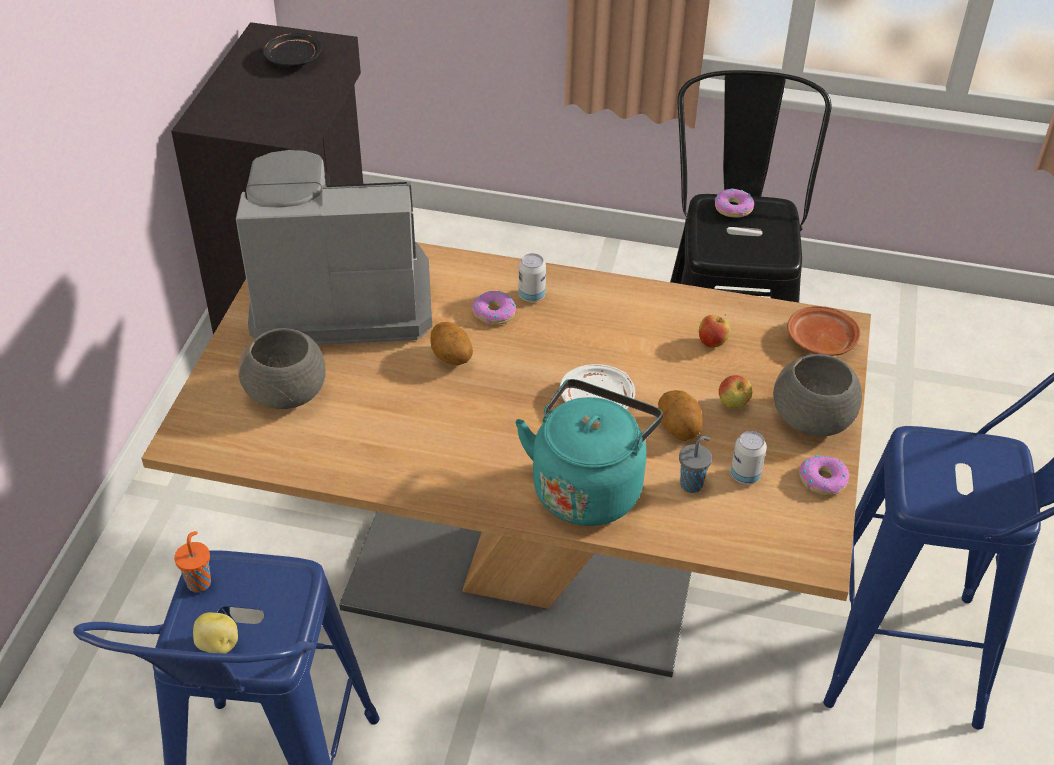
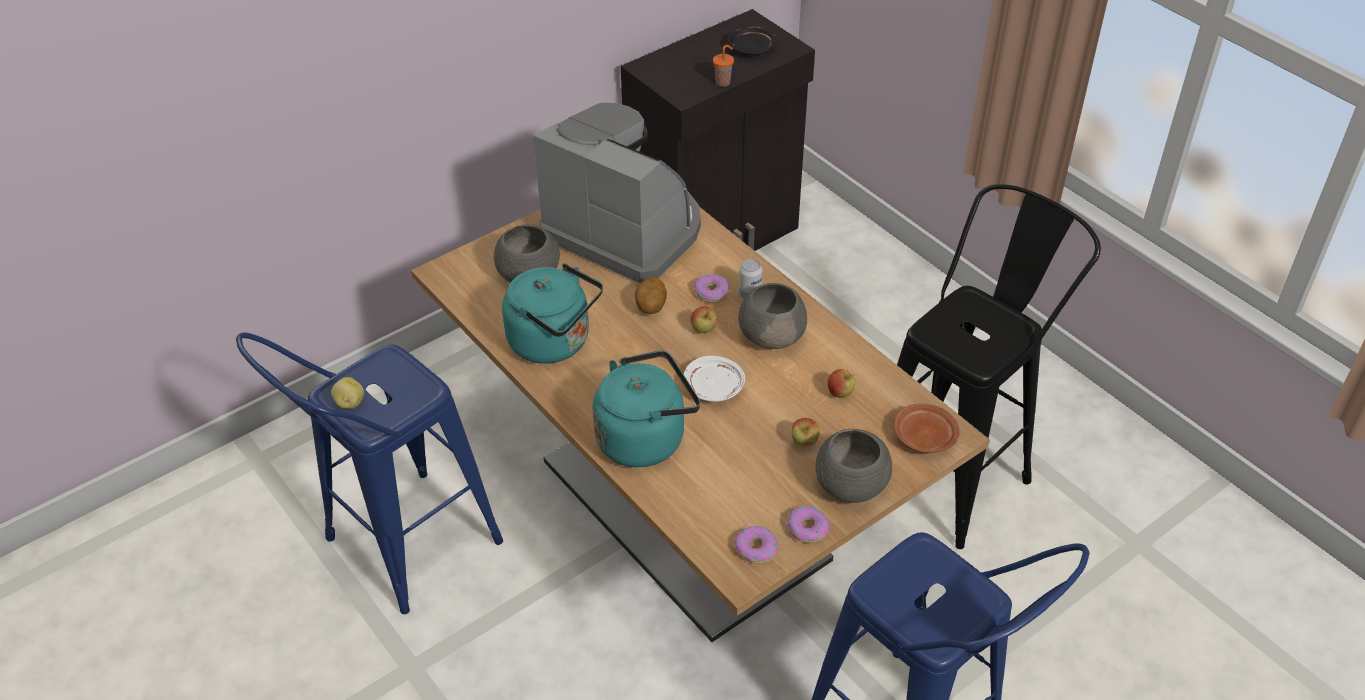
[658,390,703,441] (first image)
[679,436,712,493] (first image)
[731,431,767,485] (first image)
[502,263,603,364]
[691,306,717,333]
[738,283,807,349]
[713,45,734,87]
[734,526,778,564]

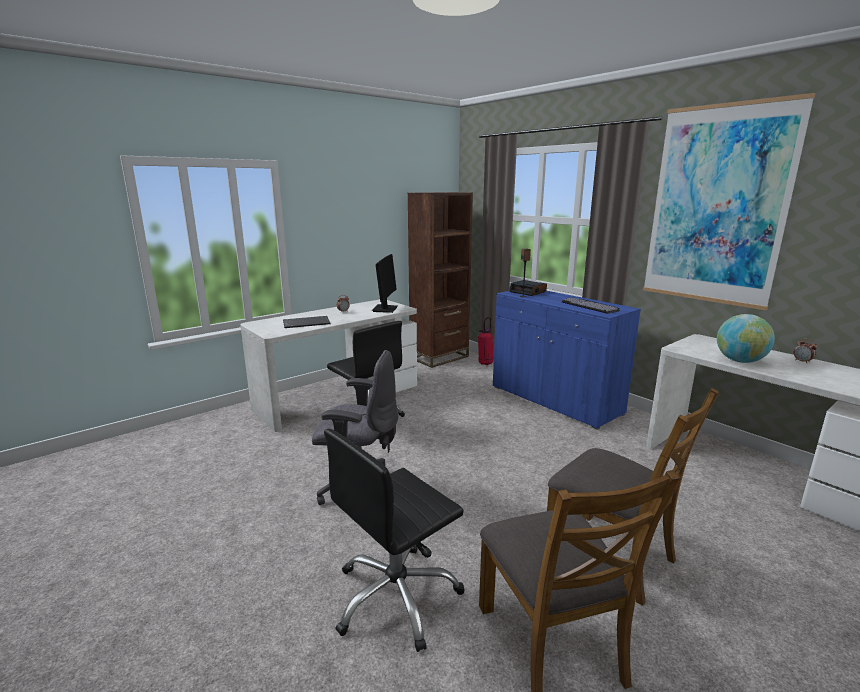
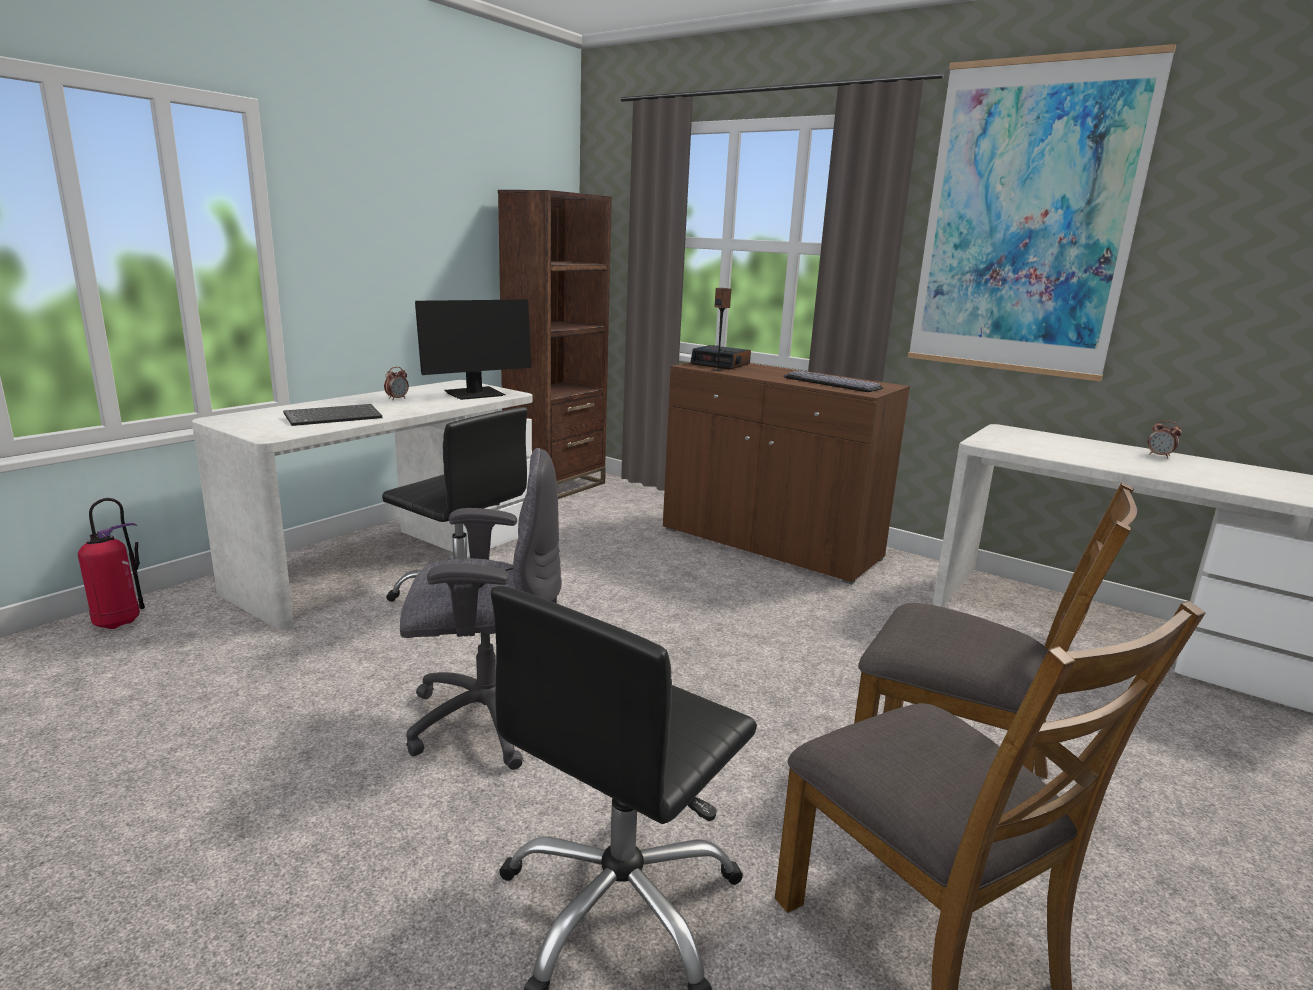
[717,314,775,363] (first image)
[78,498,145,629]
[663,363,910,585]
[415,299,532,400]

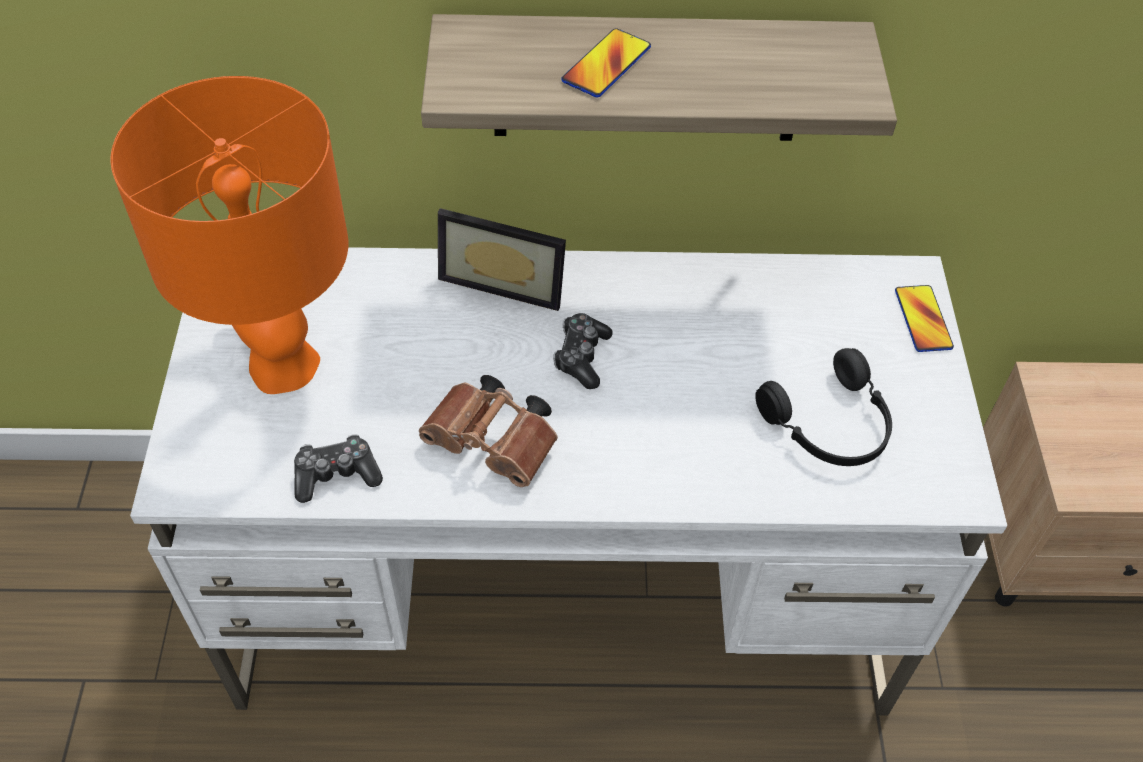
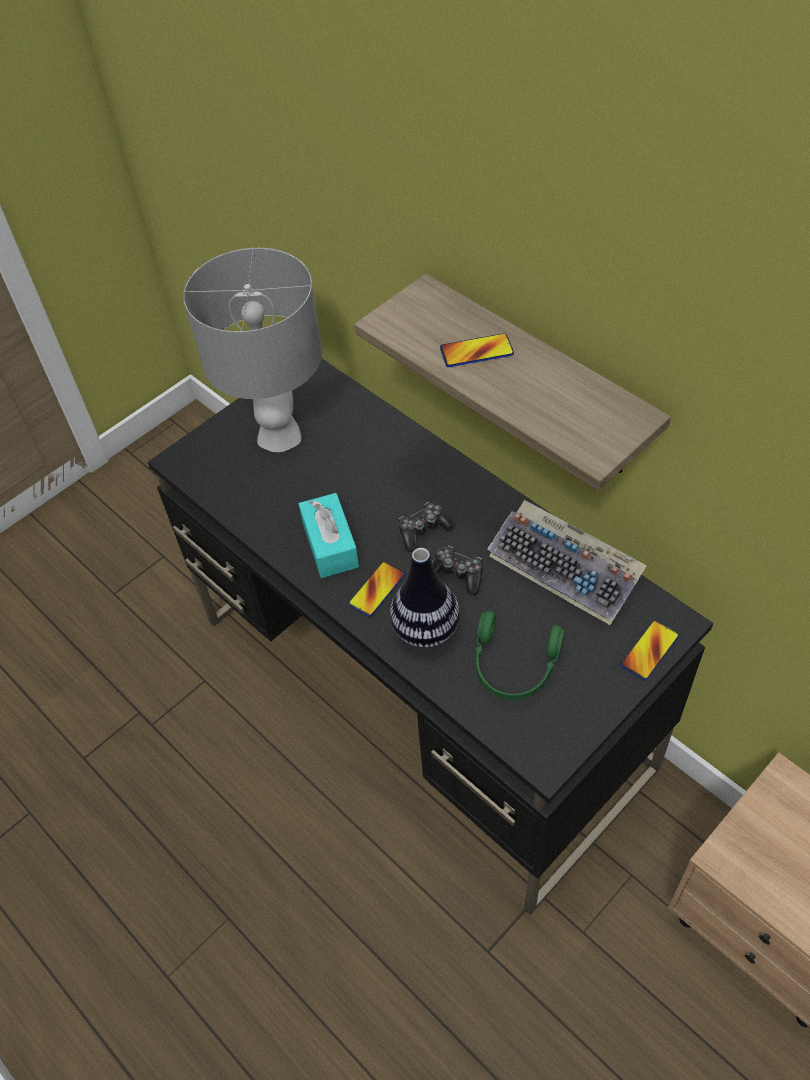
[438,208,566,311] (first image)
[348,561,406,617]
[390,548,460,648]
[487,500,647,625]
[432,546,482,595]
[299,493,359,578]
[183,248,322,452]
[147,359,713,915]
[476,611,565,700]

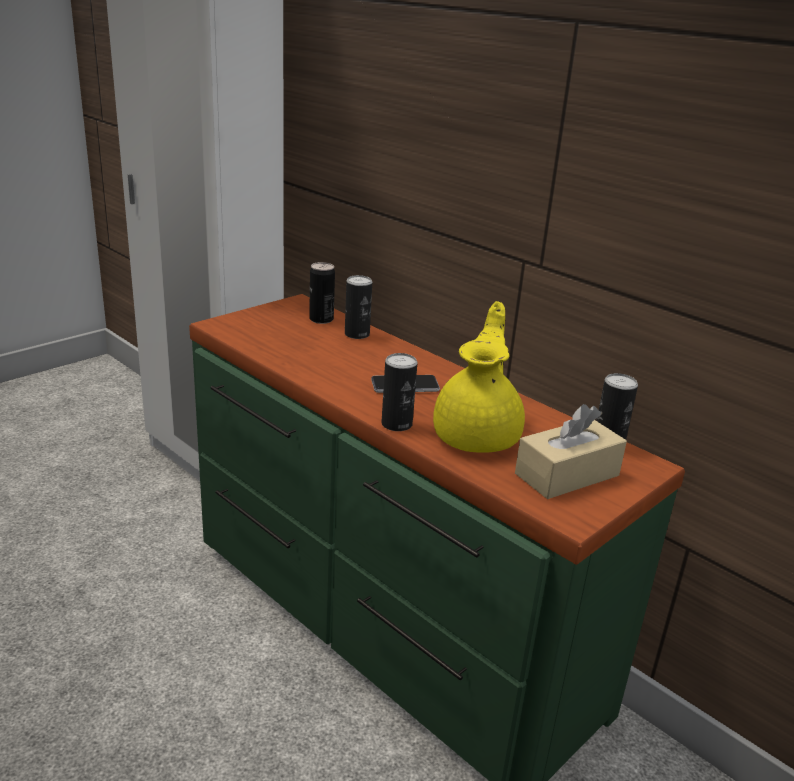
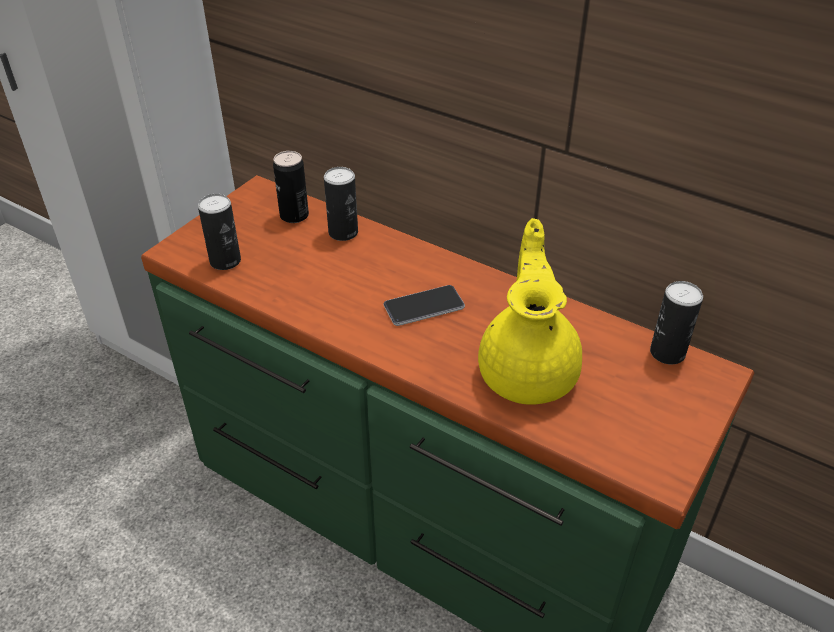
[515,404,627,499] (first image)
[198,194,241,270]

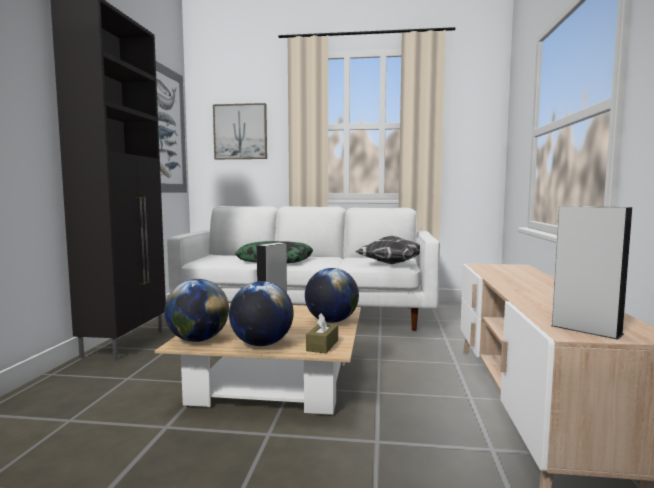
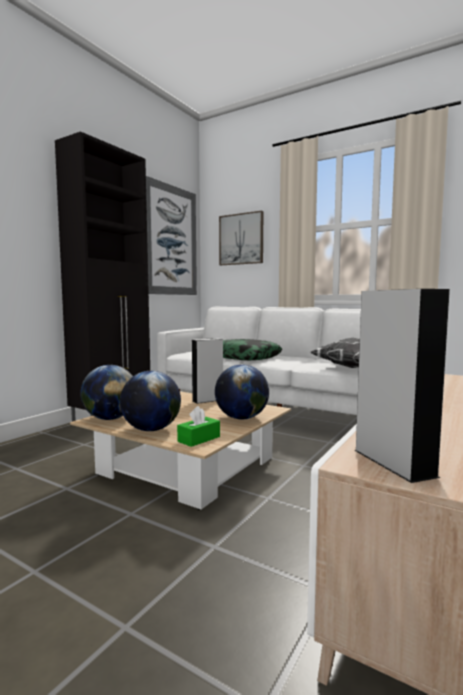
[177,406,220,447]

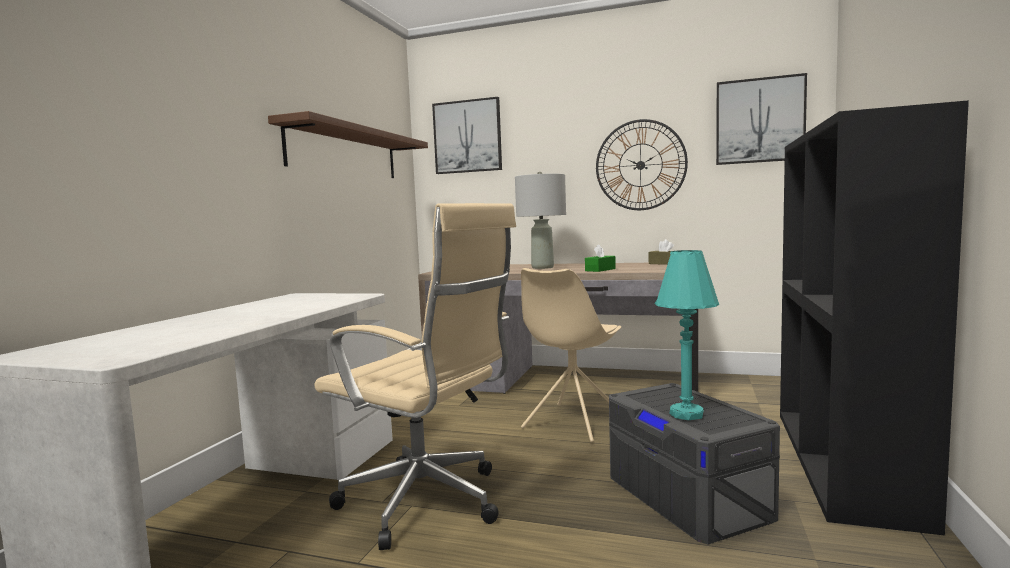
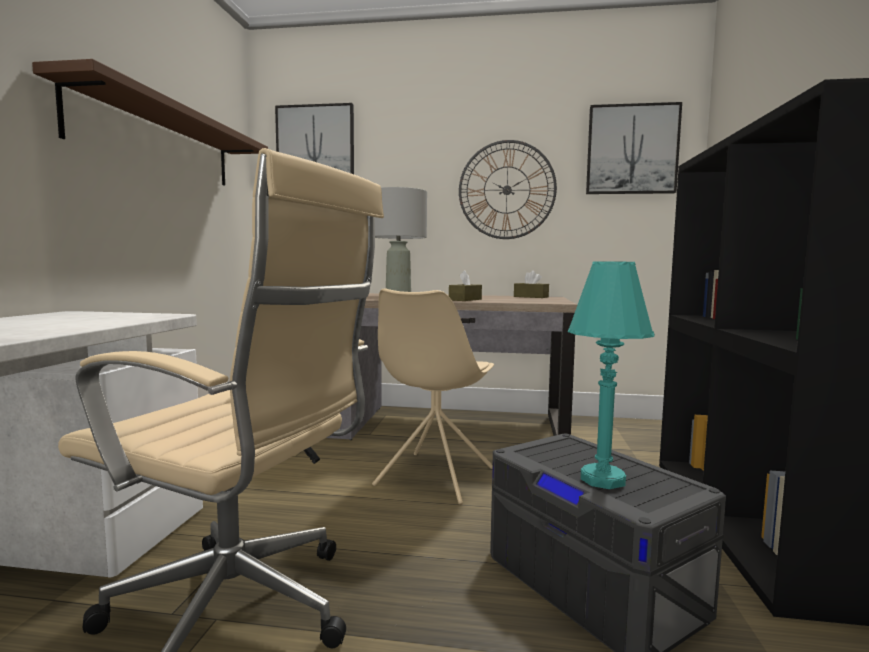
[449,270,482,301]

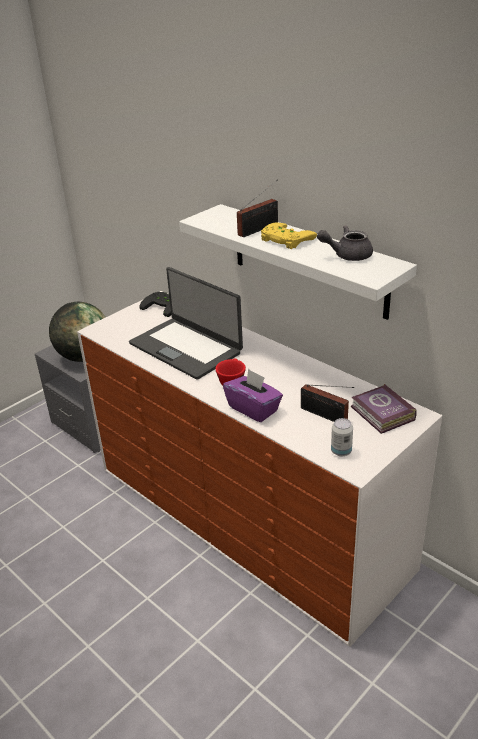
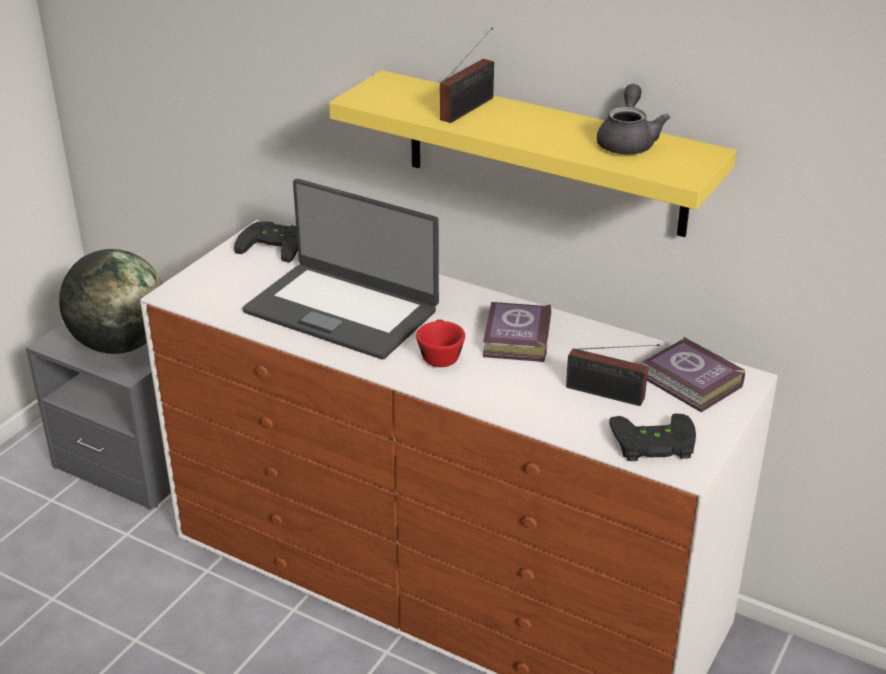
[223,369,283,422] (first image)
[261,222,317,249] (first image)
[483,302,551,362]
[609,413,696,461]
[329,70,736,237]
[597,84,670,155]

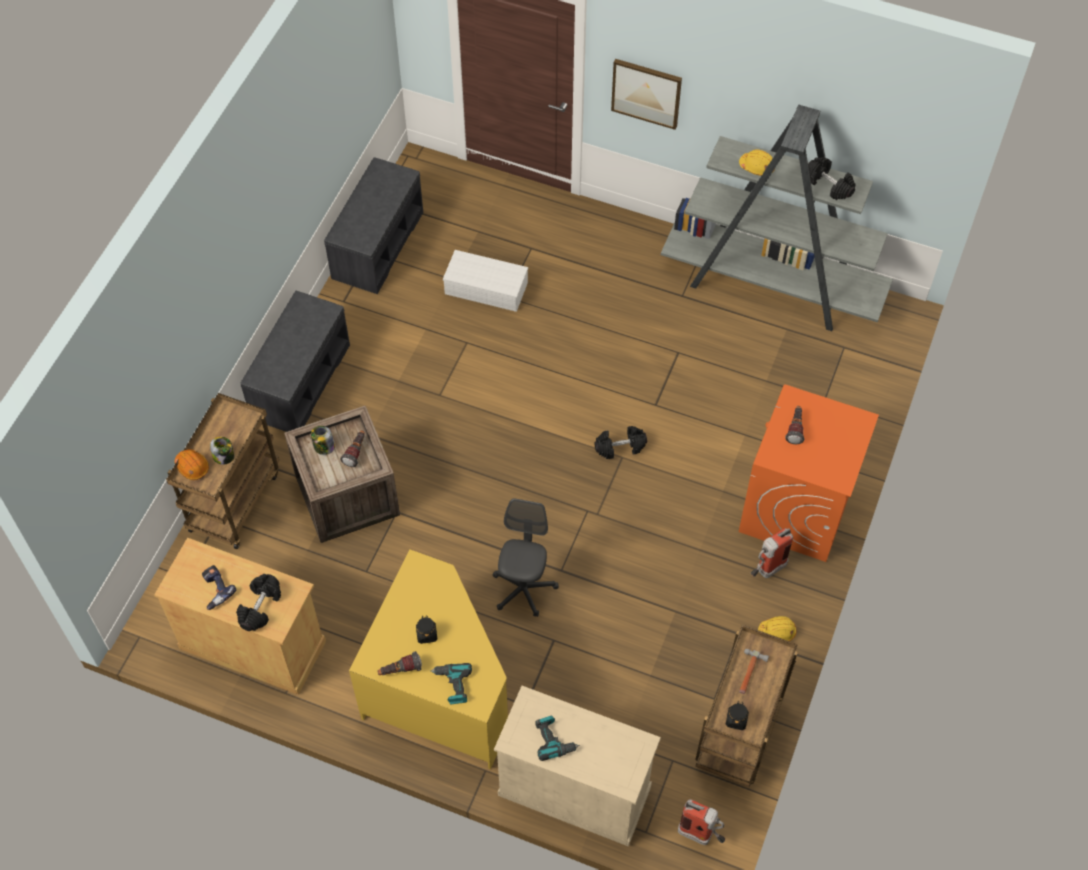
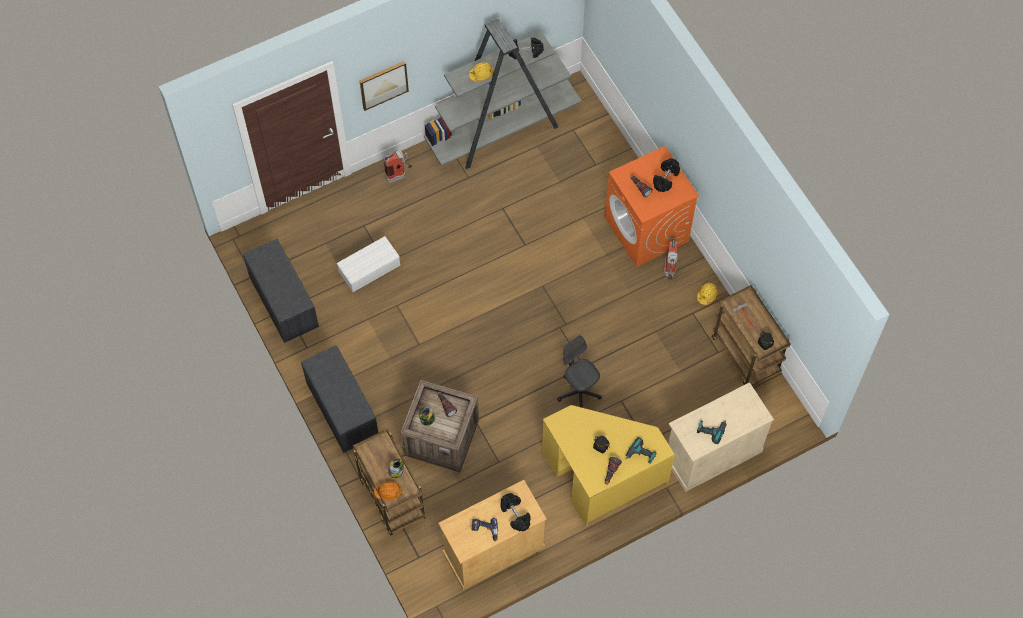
[653,158,680,192]
[384,150,412,183]

